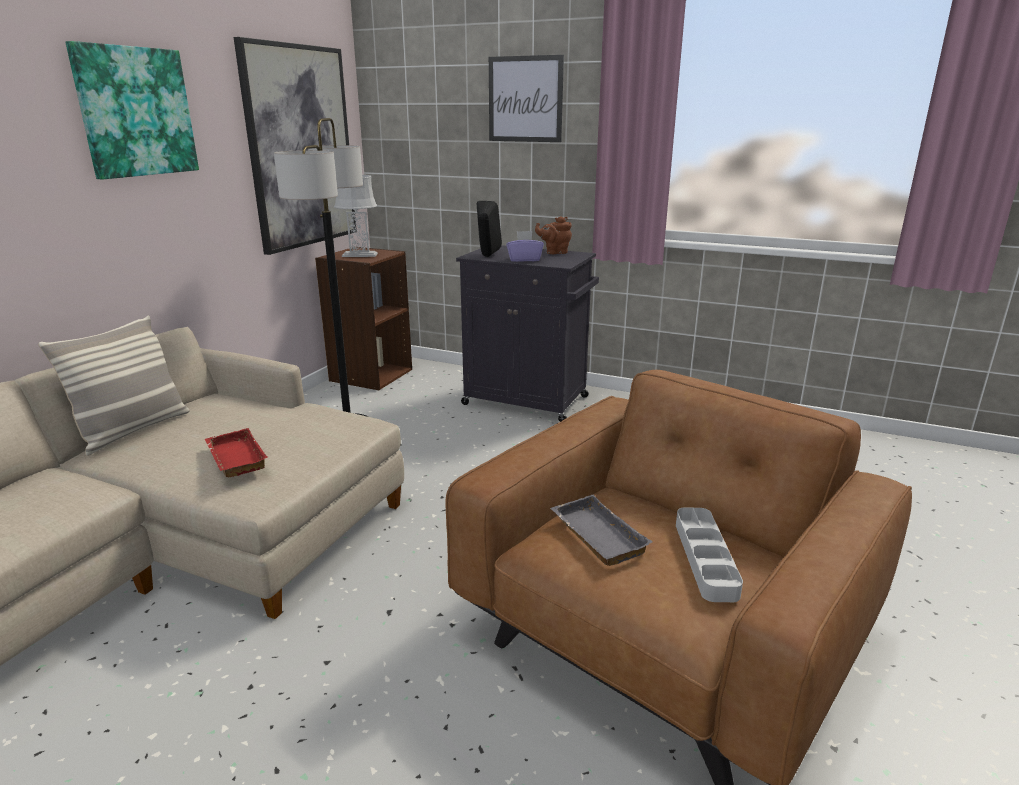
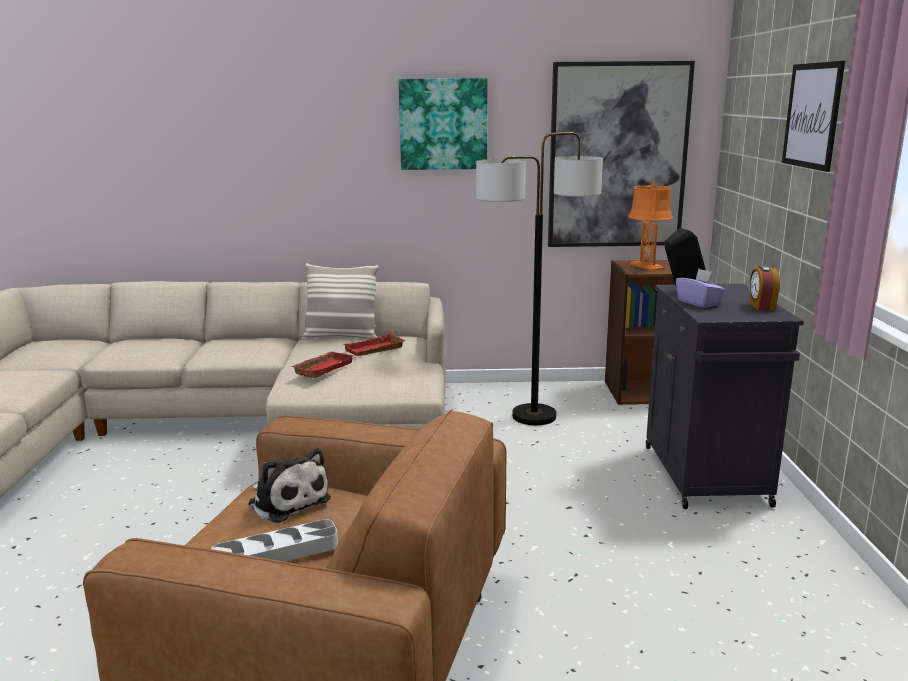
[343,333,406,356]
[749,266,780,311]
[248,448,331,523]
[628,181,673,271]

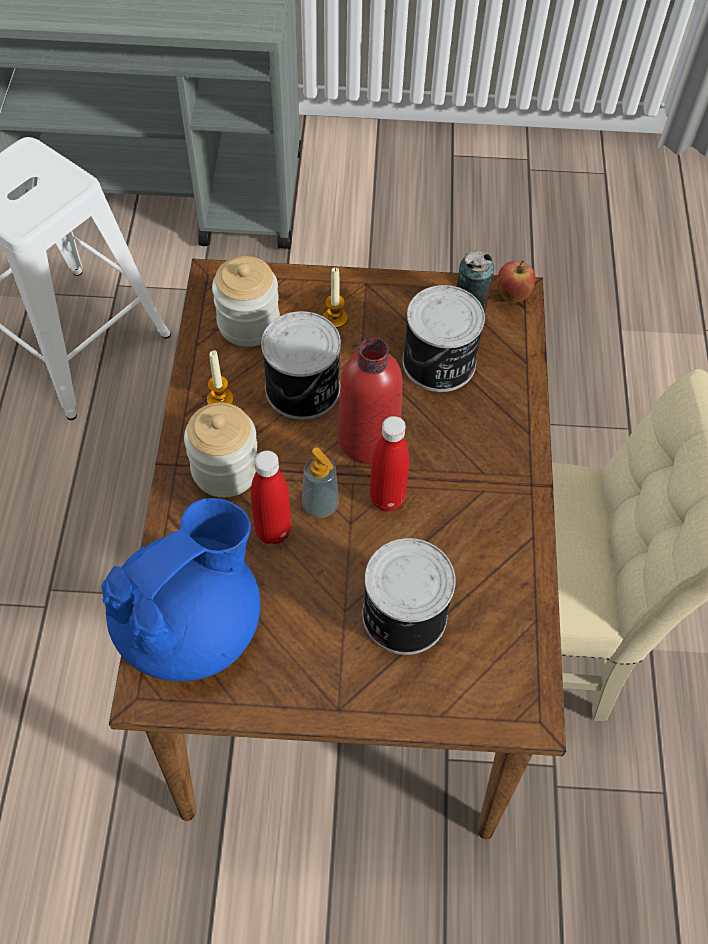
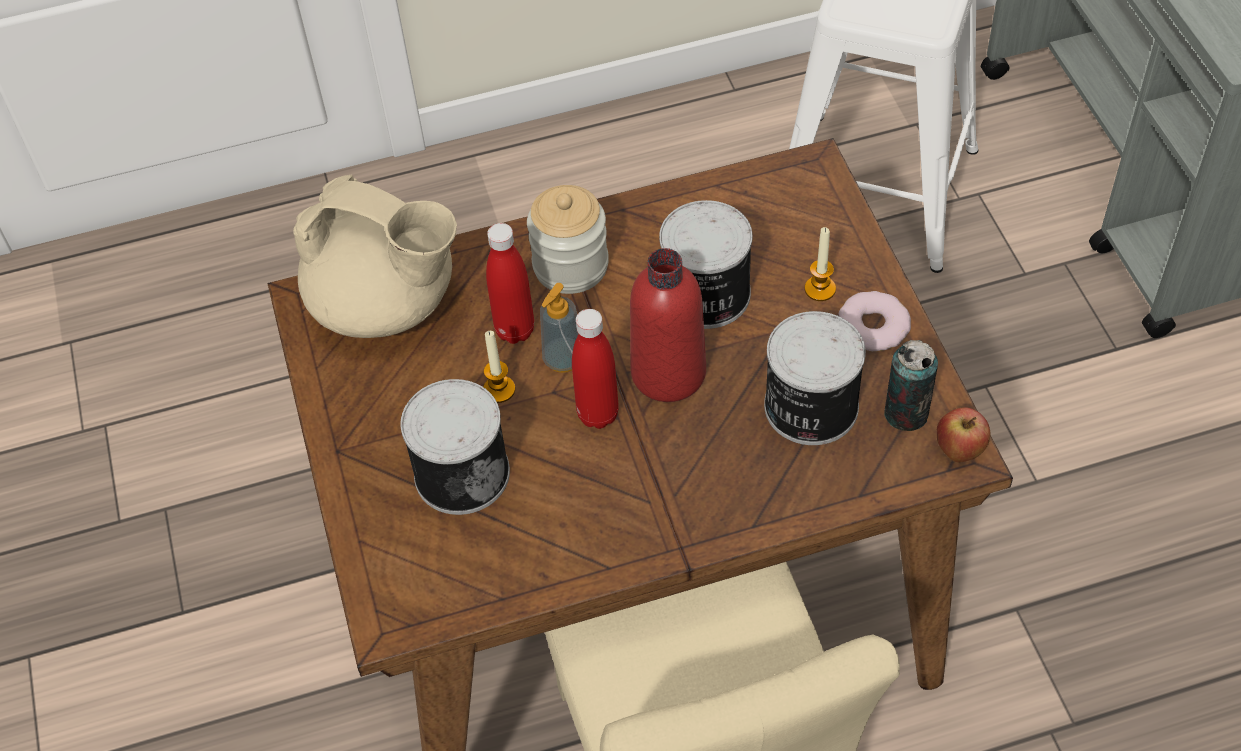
[212,256,280,347] (first image)
[839,291,911,351]
[483,331,515,403]
[293,175,457,338]

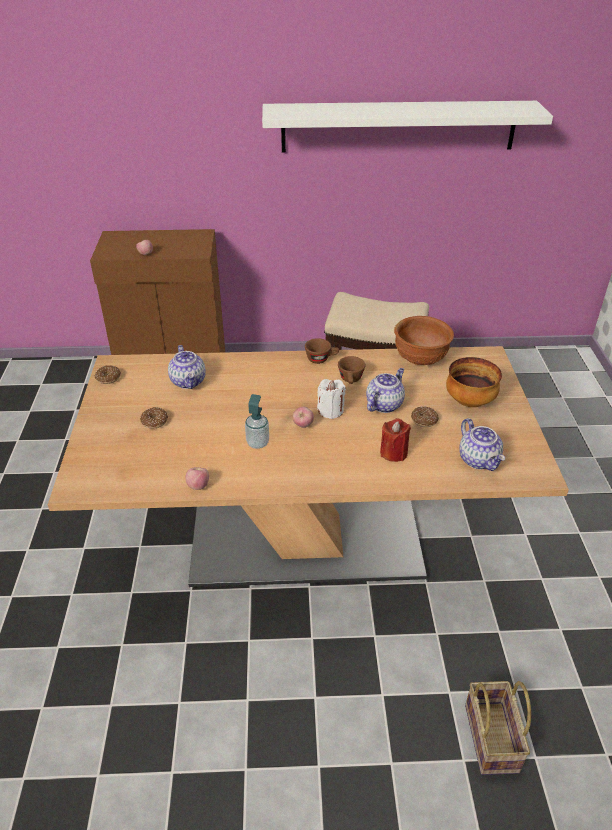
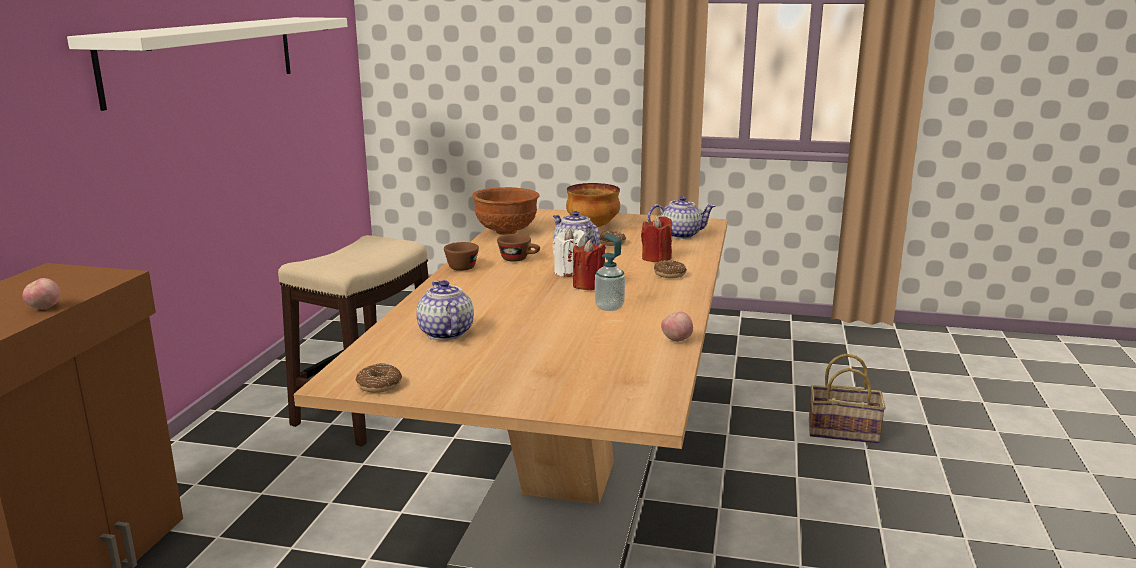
[654,260,687,278]
[573,239,606,290]
[416,280,474,340]

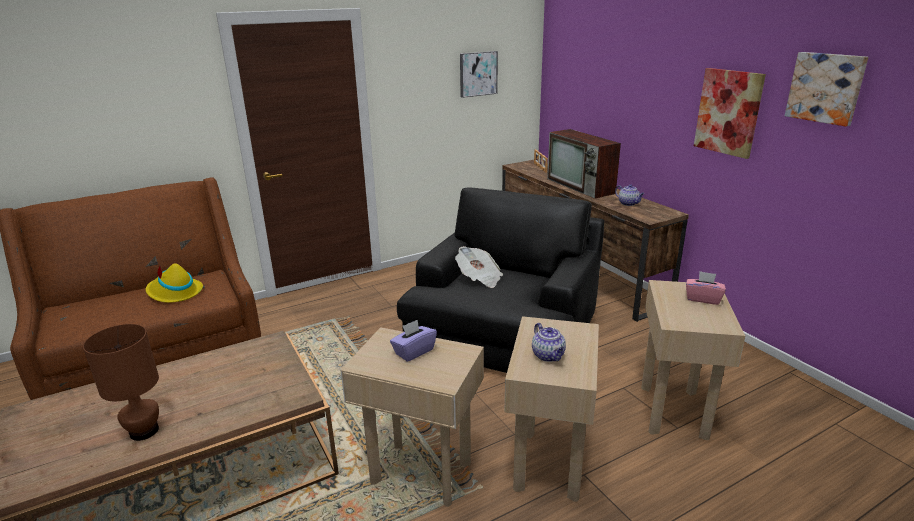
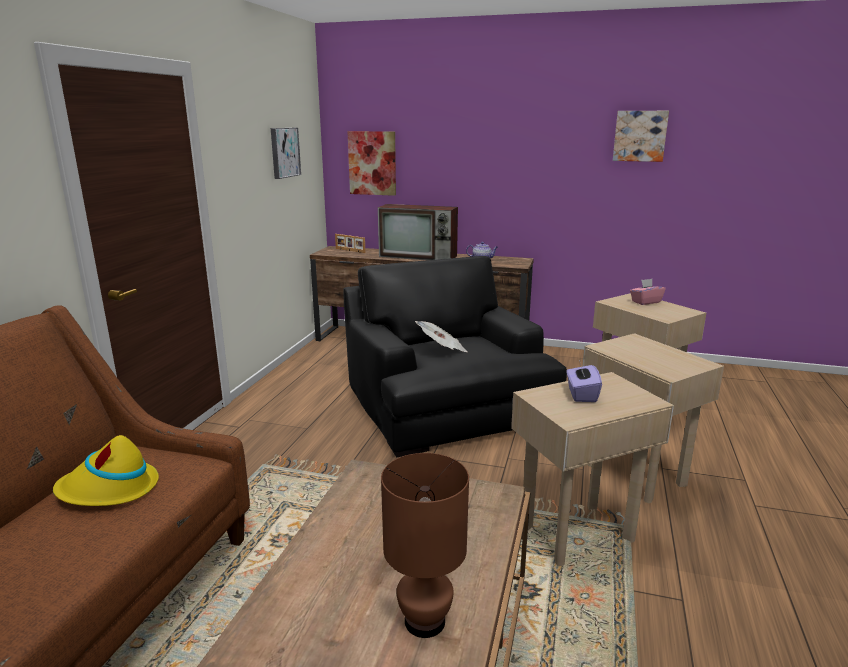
[532,323,566,362] (first image)
[347,131,396,196]

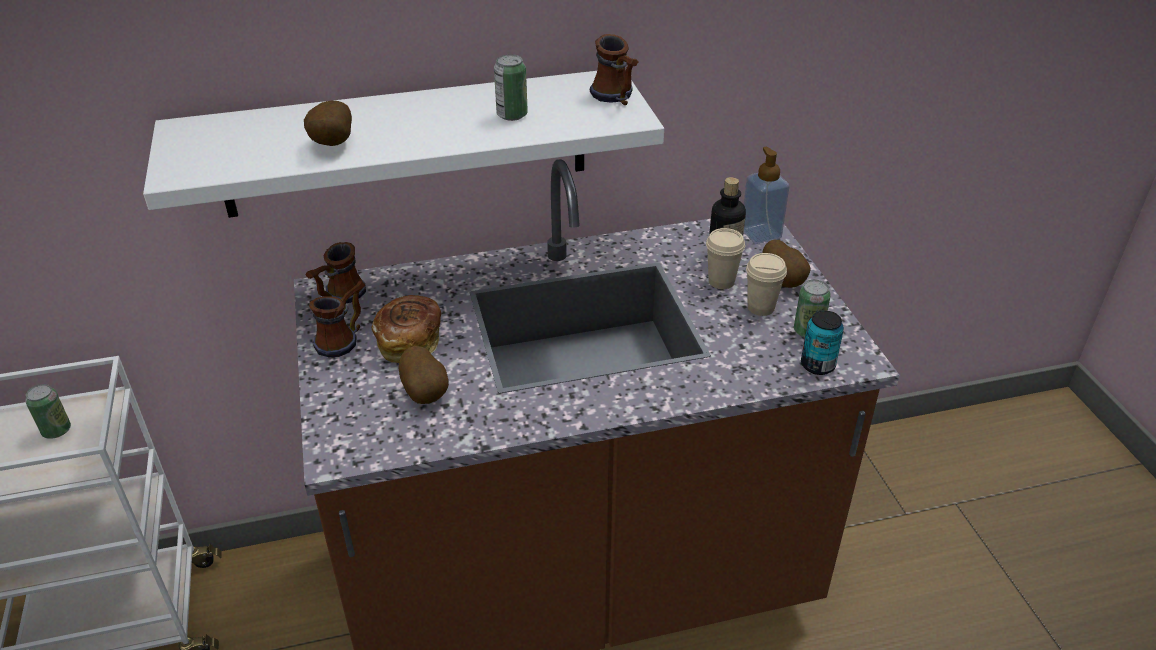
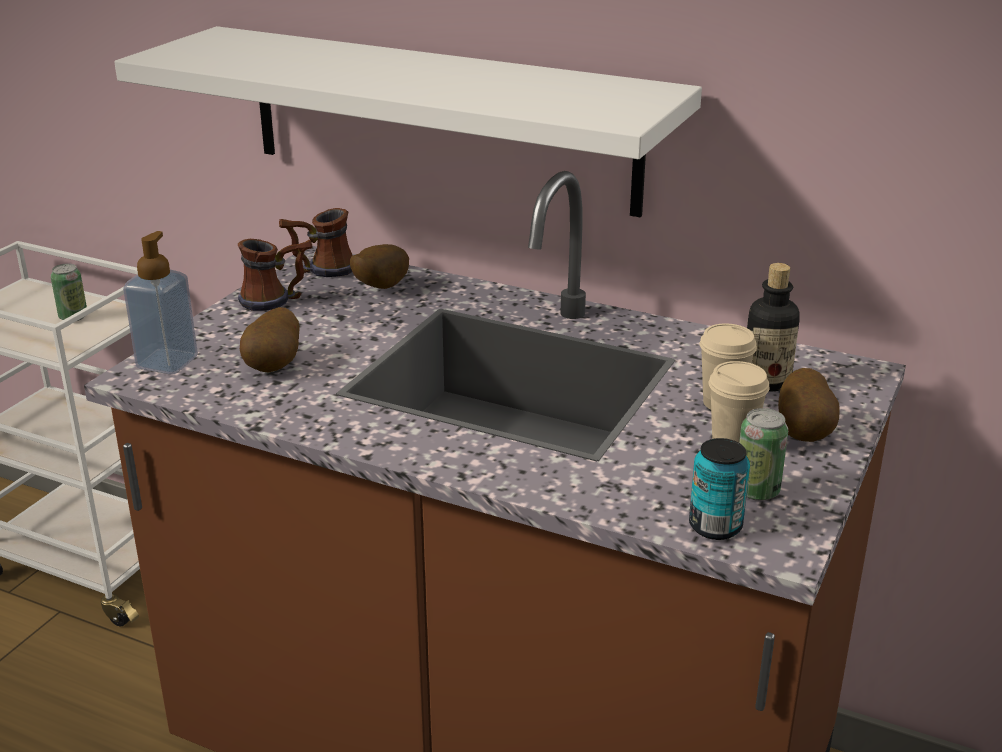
[371,295,441,363] (first image)
[494,54,528,121] (first image)
[590,34,638,105] (first image)
[350,244,409,289]
[123,231,198,374]

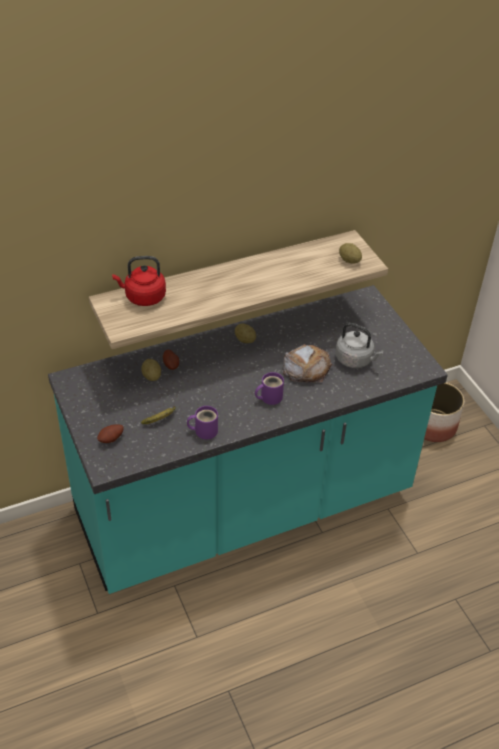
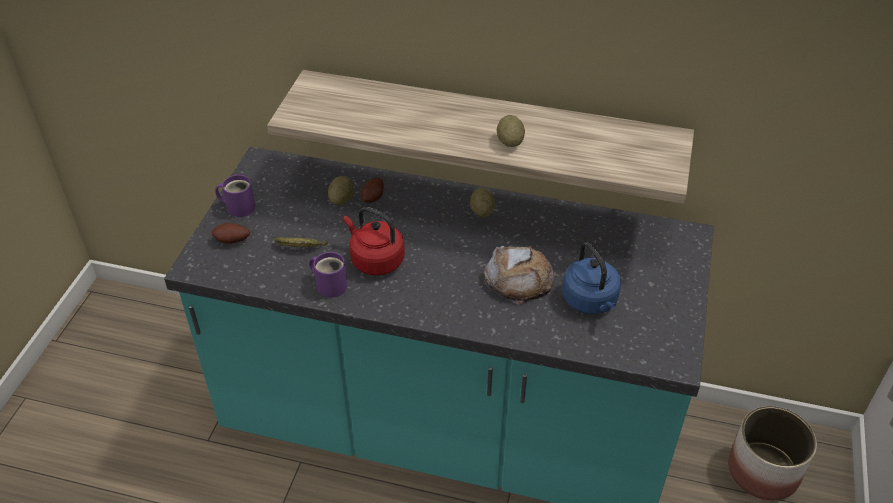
[343,207,405,275]
[215,175,255,217]
[497,115,525,147]
[562,242,621,314]

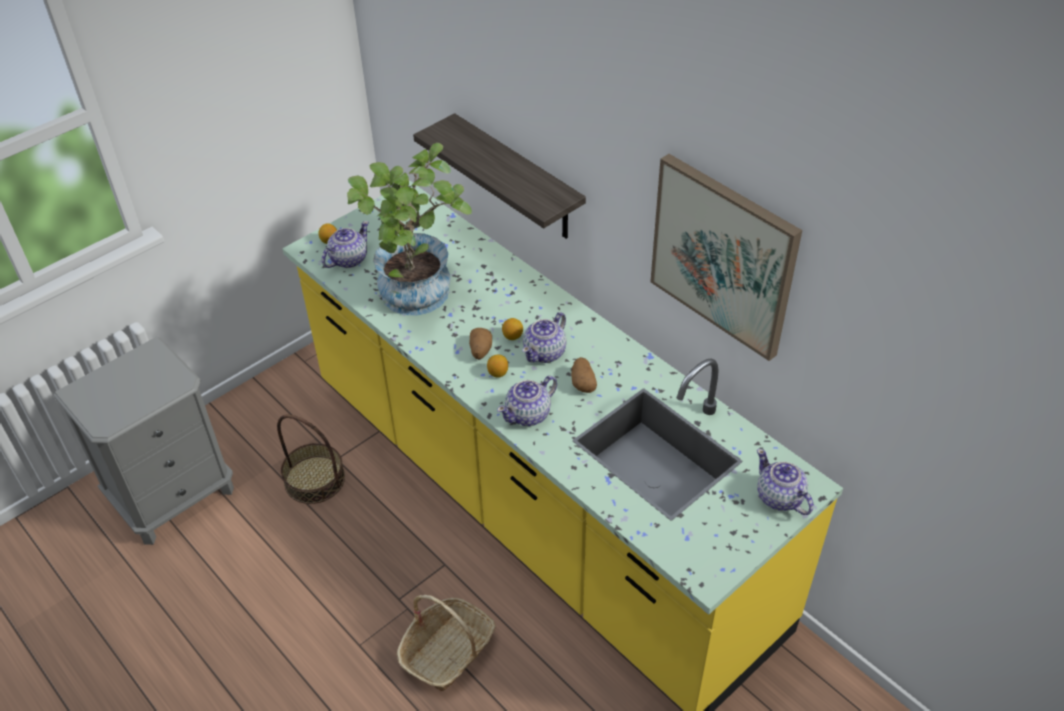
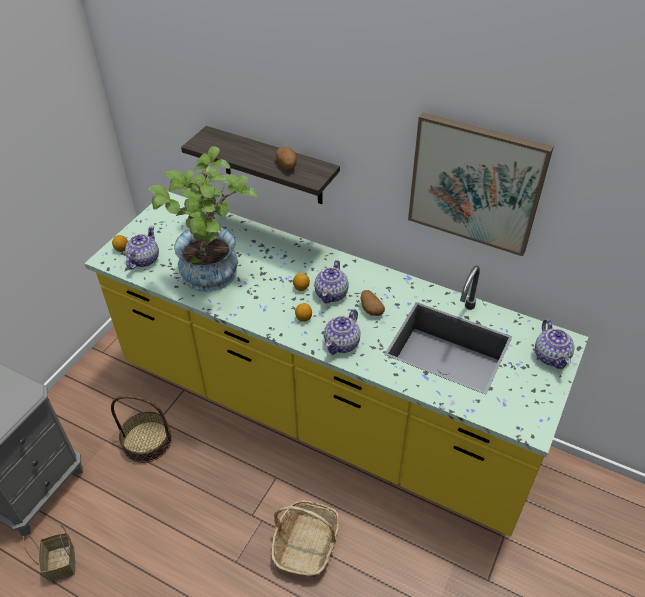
[23,525,75,582]
[276,147,297,170]
[535,319,575,369]

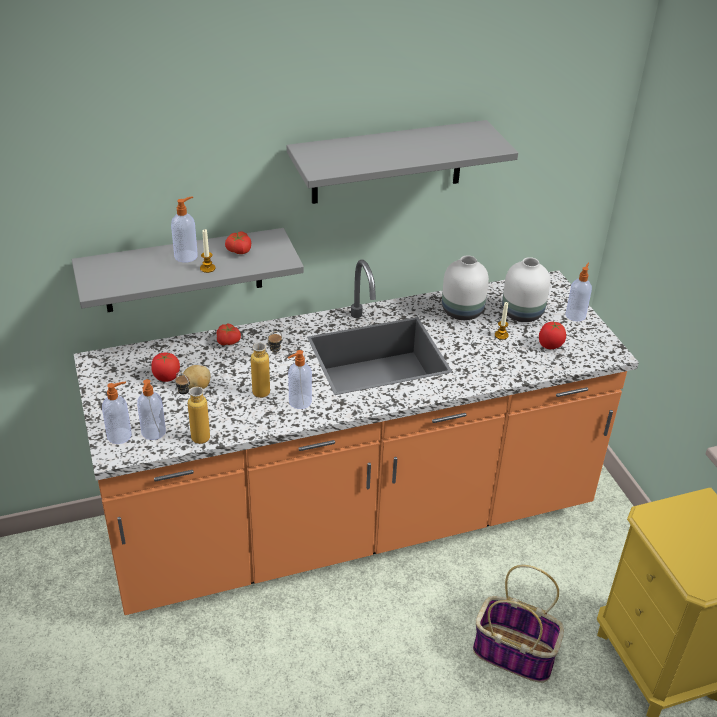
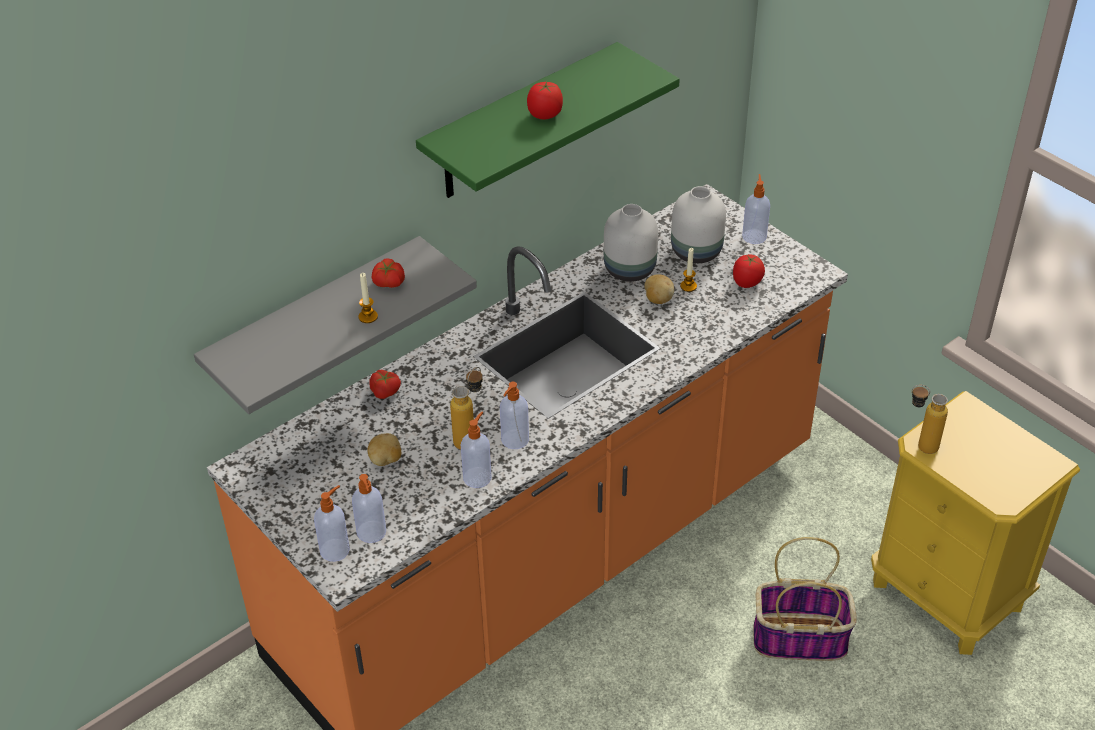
[644,274,674,304]
[527,81,563,119]
[461,412,492,488]
[911,385,948,454]
[416,42,680,198]

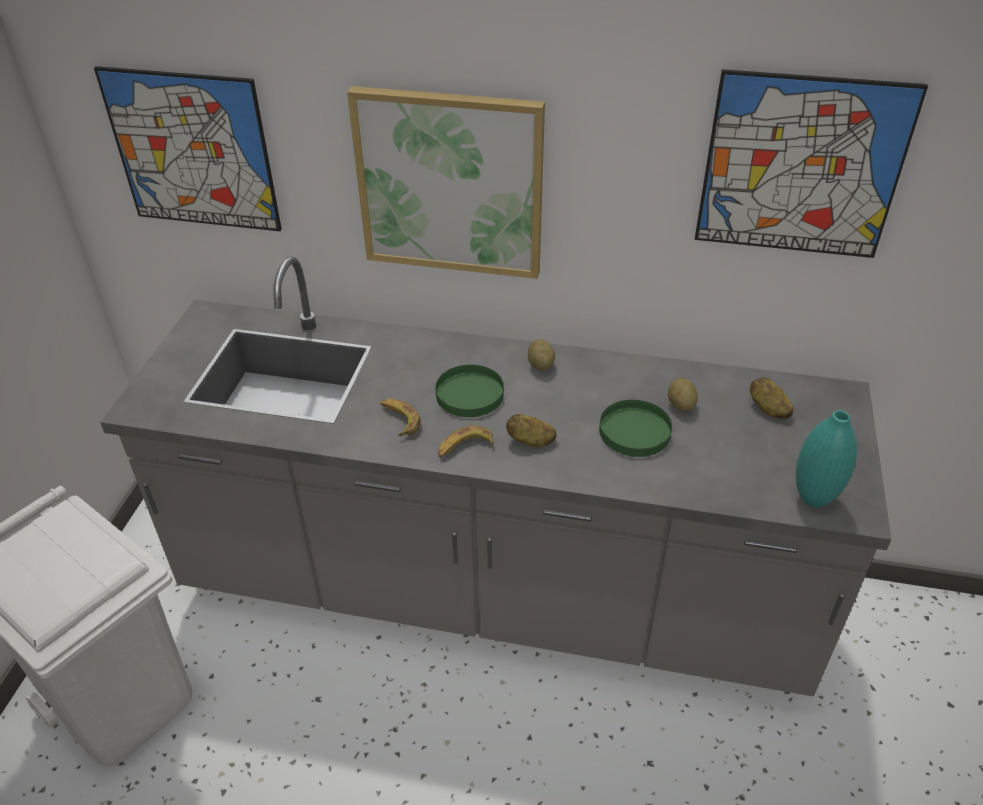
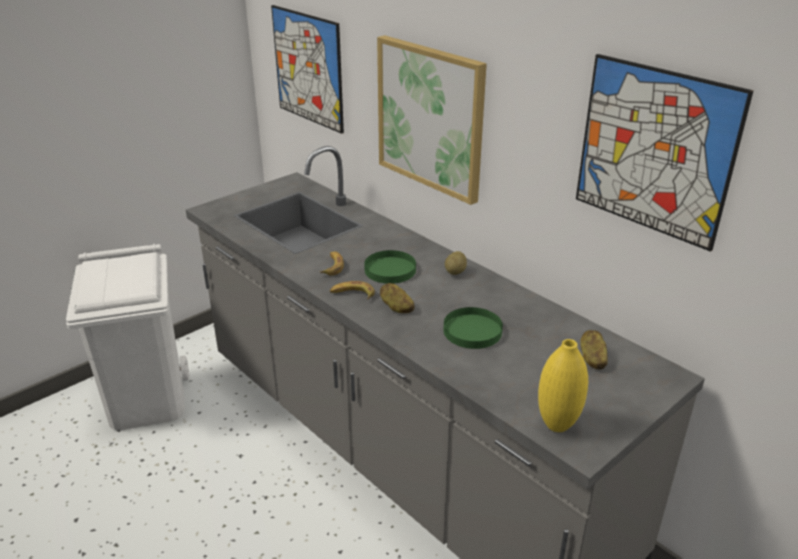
[668,378,698,411] (first image)
[538,339,588,432]

